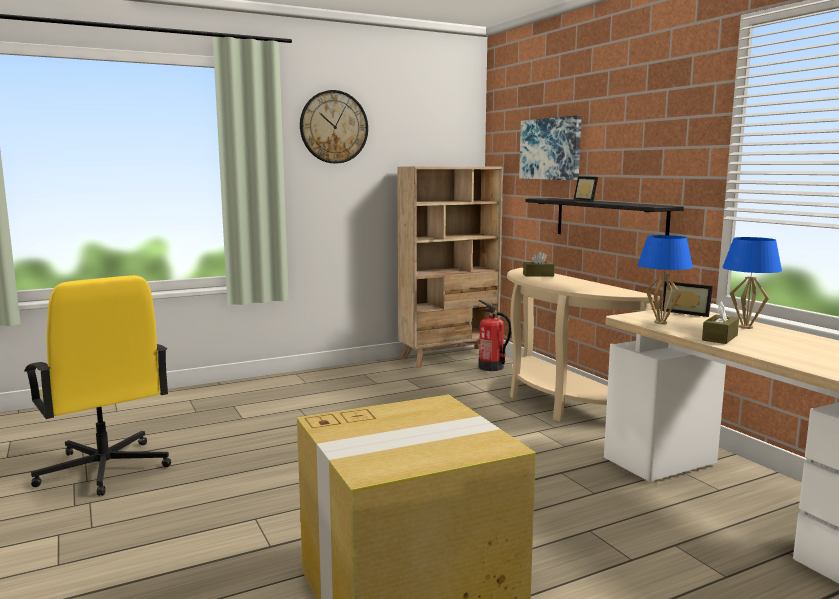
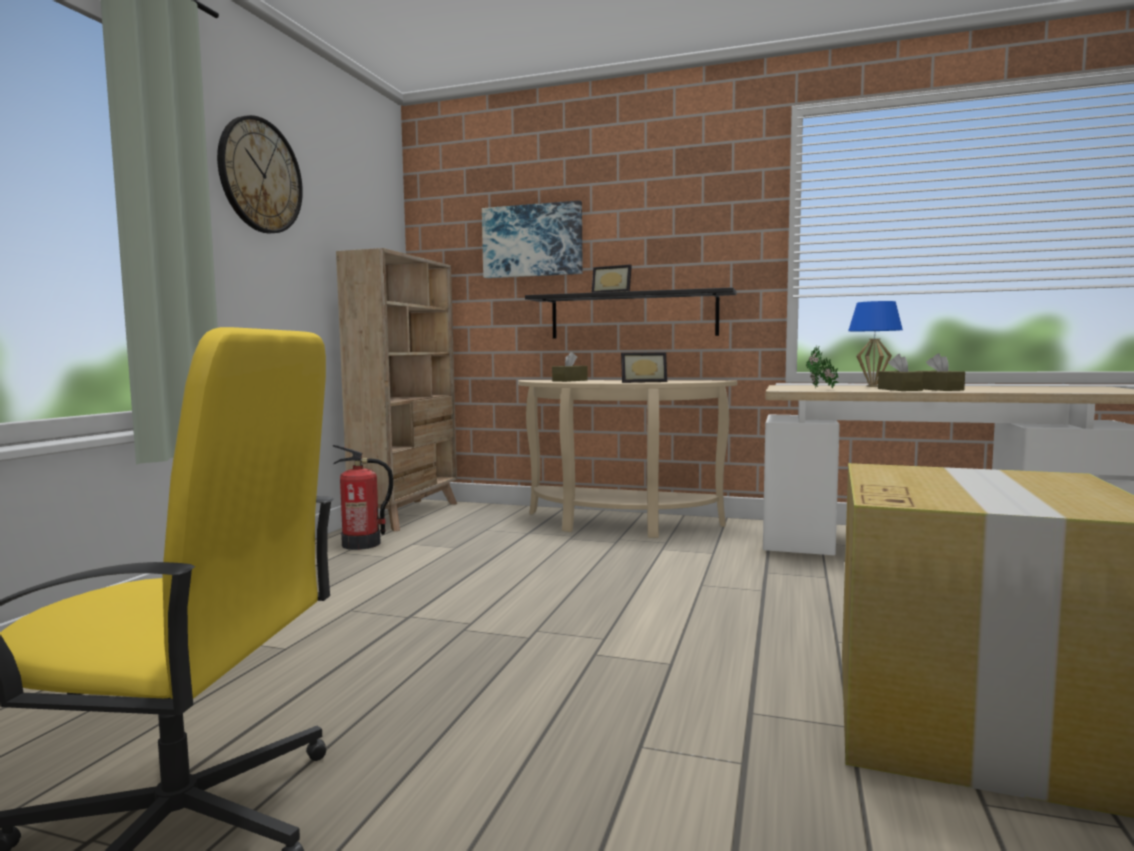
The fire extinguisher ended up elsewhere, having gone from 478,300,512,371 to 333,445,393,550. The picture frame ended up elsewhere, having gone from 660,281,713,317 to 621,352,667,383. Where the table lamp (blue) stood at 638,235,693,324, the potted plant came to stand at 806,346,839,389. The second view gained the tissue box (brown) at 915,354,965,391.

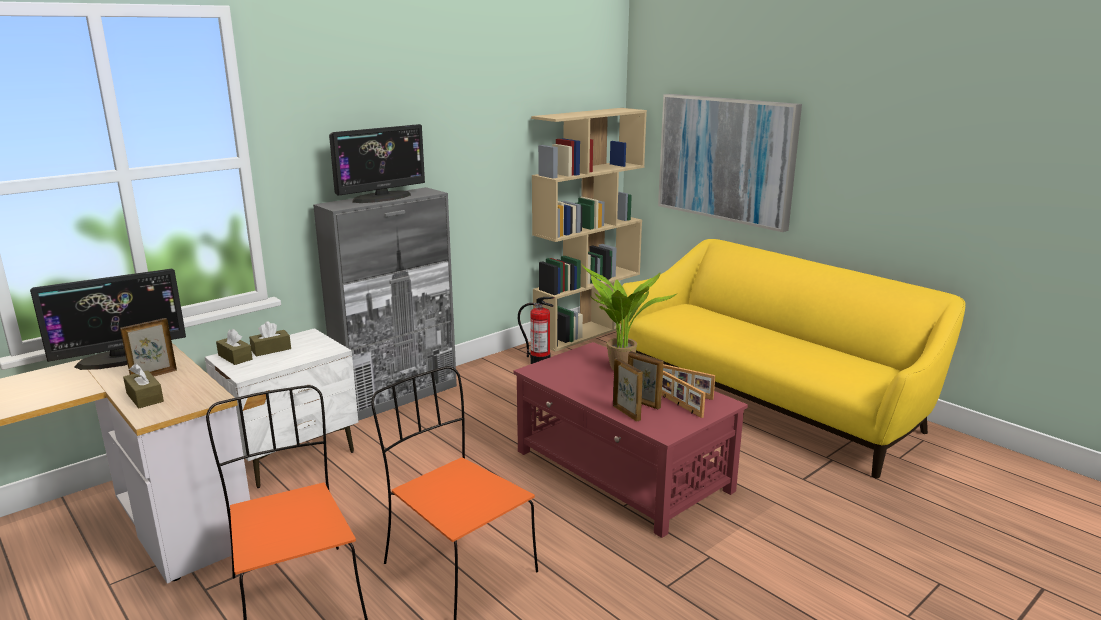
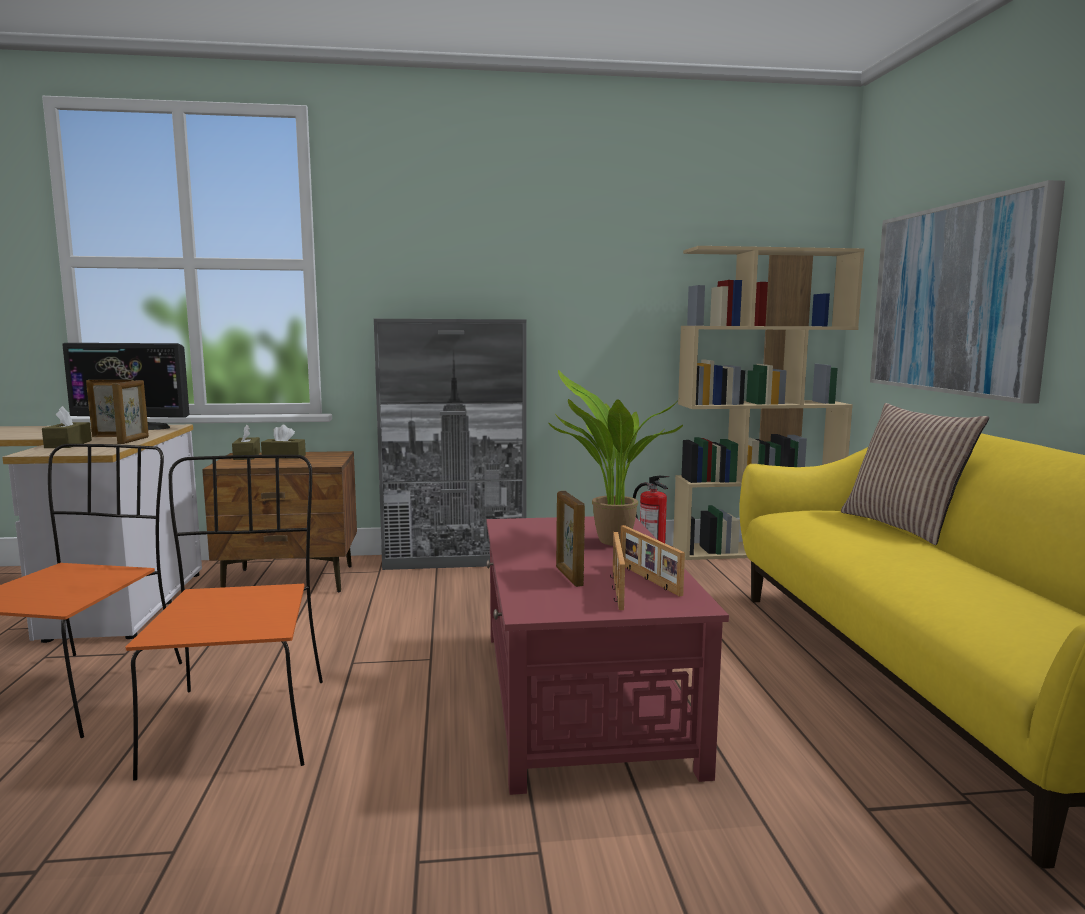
The picture frame ended up elsewhere, having gone from 613,358,643,421 to 112,380,149,444. What was the nightstand (white) at 205,328,358,488 turned into the nightstand (brown) at 202,451,357,592. The second view gained the pillow at 841,403,989,545. The second view lost the monitor at 329,124,425,203.

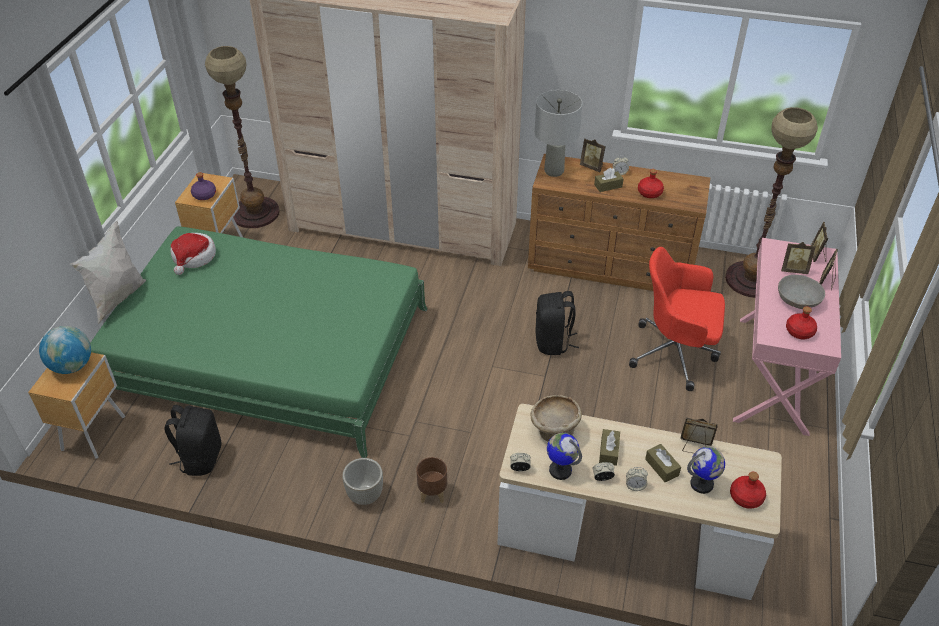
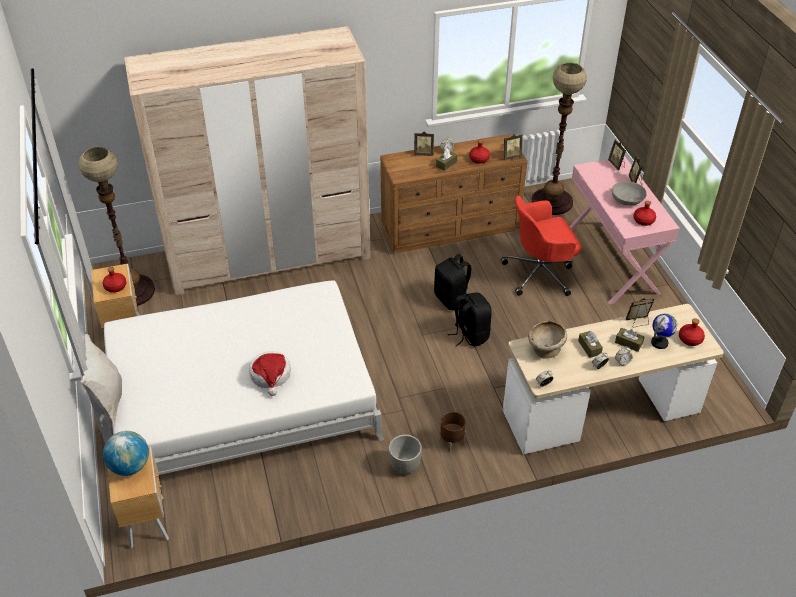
What was the bottle (purple) at 191,172,216,200 turned into the bottle (red) at 103,267,126,293. What was the bed (green) at 90,226,428,458 turned into the bed (white) at 104,280,384,475. The hat ended up elsewhere, having gone from 170,233,216,275 to 249,351,291,396. The backpack (black) ended up elsewhere, having gone from 165,405,221,476 to 448,292,492,347. The picture frame ended up elsewhere, having gone from 781,242,816,274 to 503,134,522,160. The second view lost the table lamp (grey) at 535,90,582,177. The second view lost the globe at 547,433,582,480.

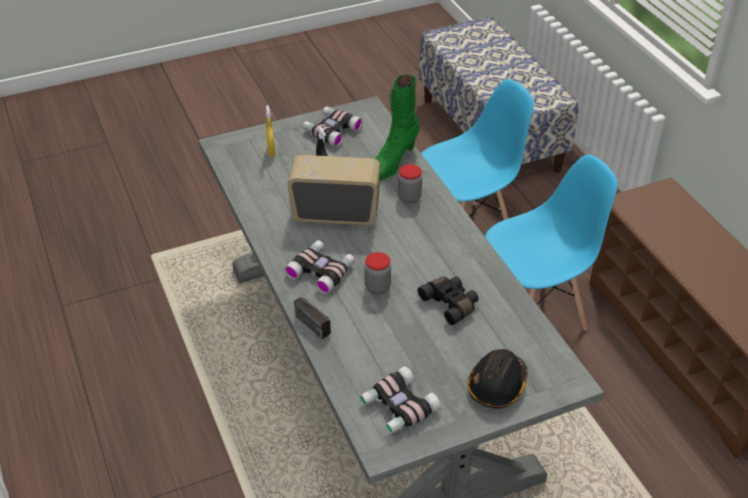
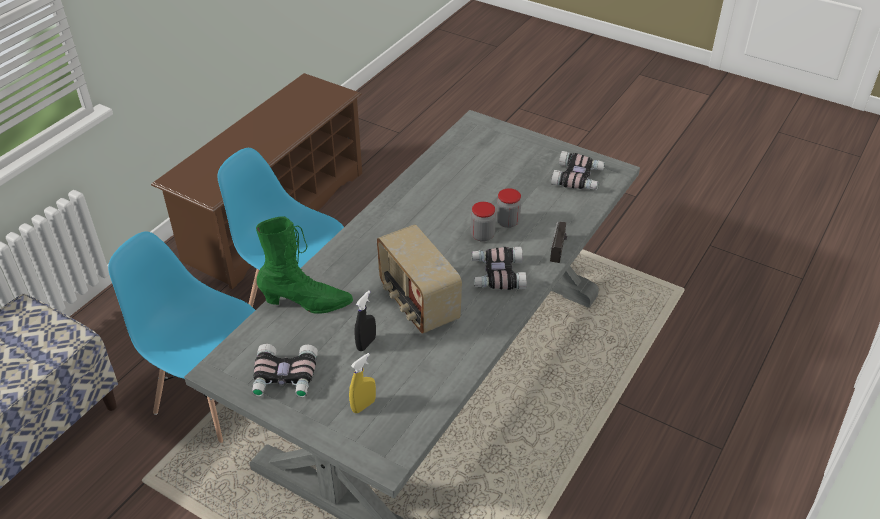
The jar ended up elsewhere, having gone from 398,164,422,203 to 496,188,521,228. The second view lost the binoculars (black) at 417,276,479,325. The second view lost the hard hat (black) at 467,349,528,408.

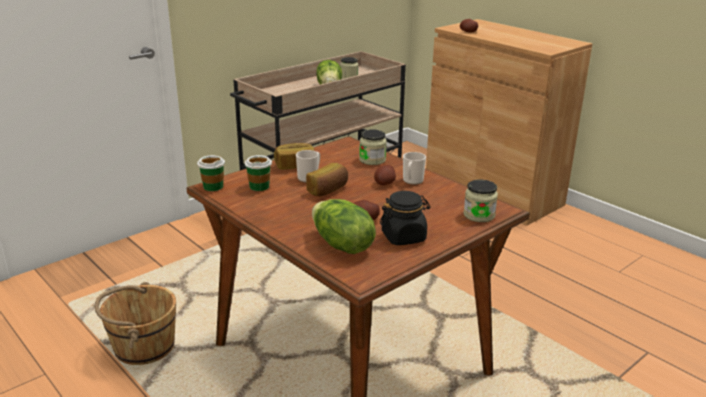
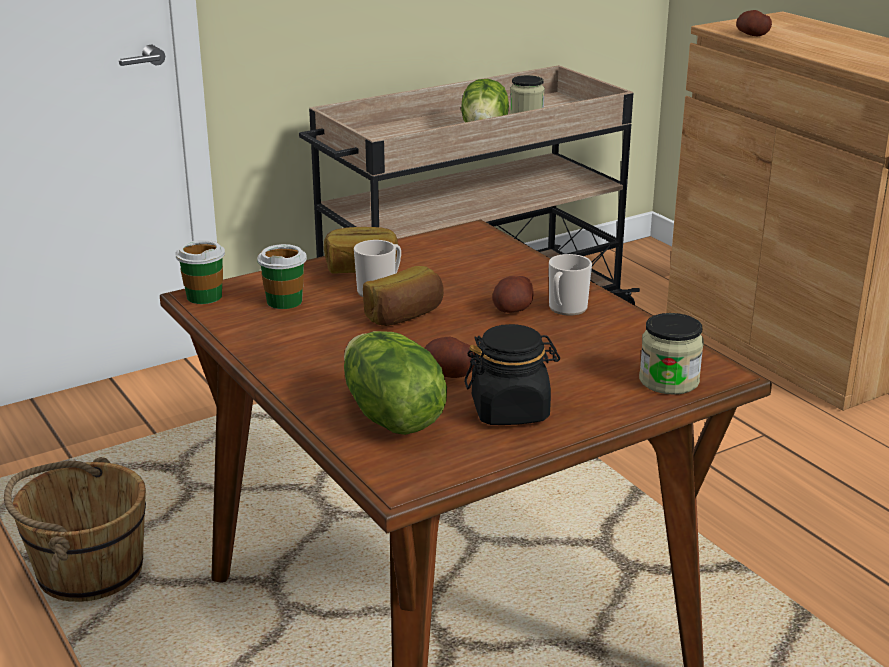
The second view lost the jar at 359,129,387,165.

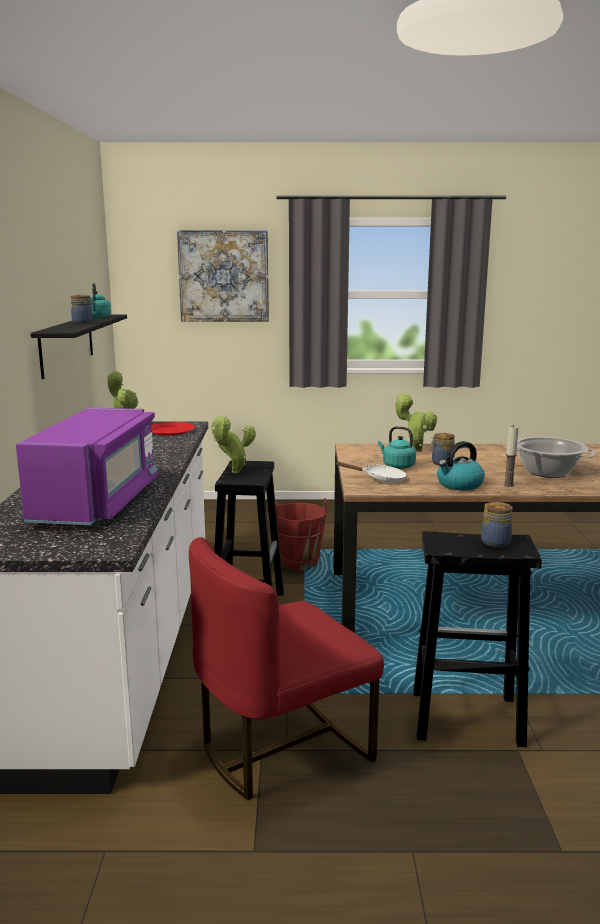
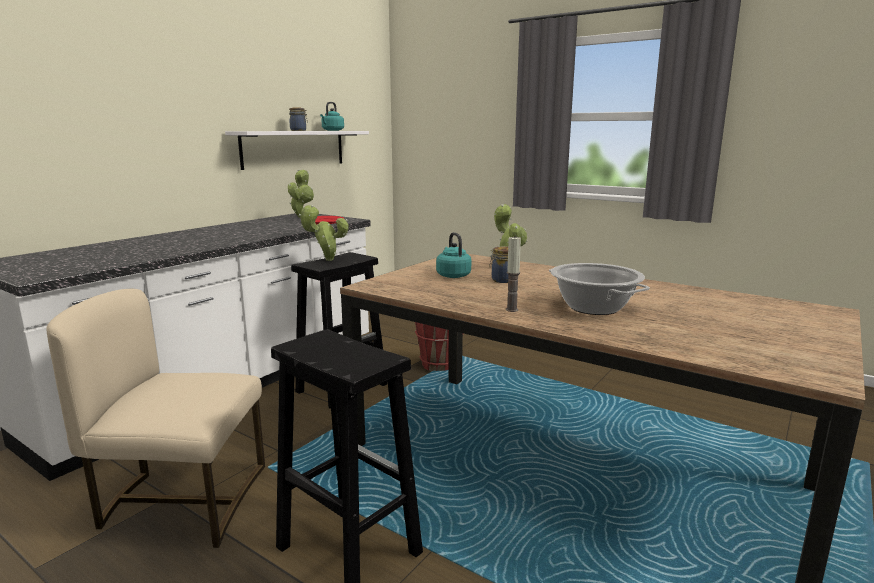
What was the chair (red) at 189,537,384,801 turned into the chair (beige) at 46,289,265,548. What was the shelf (black) at 31,314,127,379 turned into the shelf (white) at 225,131,369,170. The second view lost the microwave (purple) at 16,408,158,525. The second view lost the picture at 177,230,269,322. The second view lost the frying pan (white) at 335,462,407,483. The second view lost the kettle at 437,441,485,490. The second view lost the jar at 481,502,513,547.

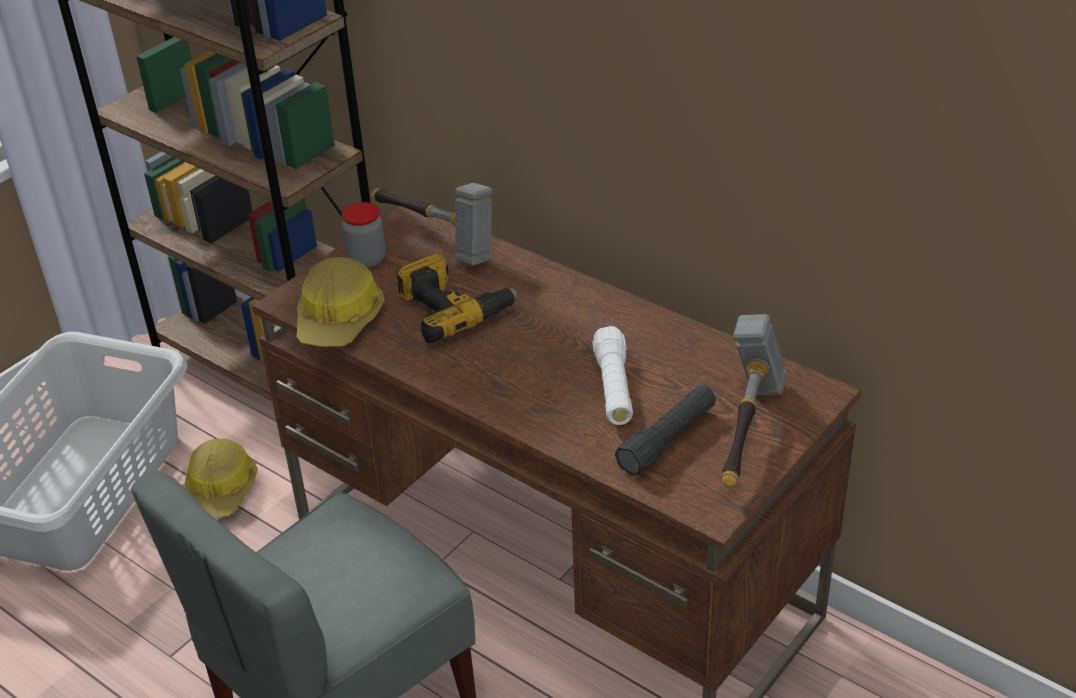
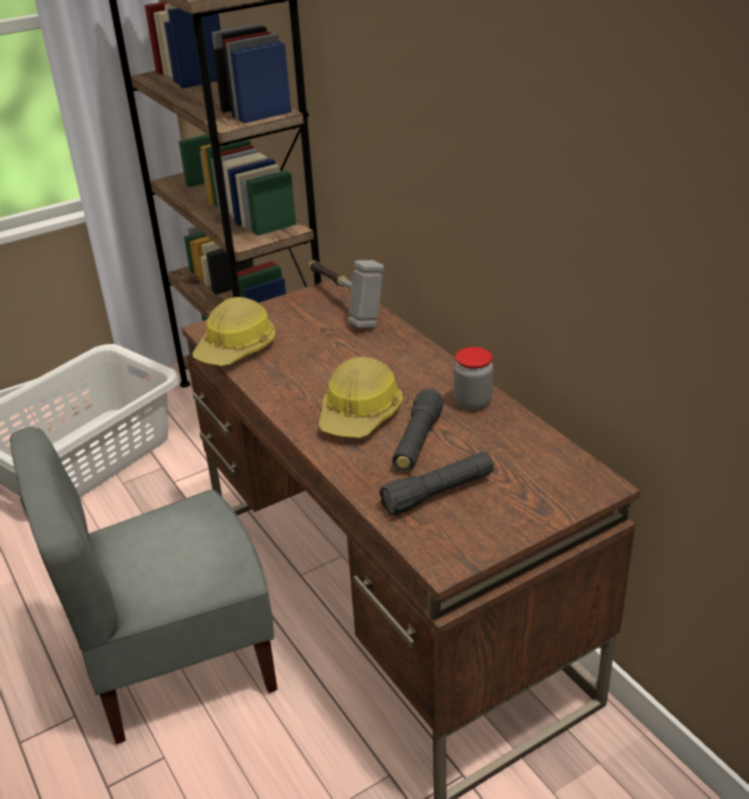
The hard hat ended up elsewhere, having gone from 185,439,258,518 to 319,357,403,438. What was the flashlight (white) at 592,326,633,425 turned into the flashlight (black) at 392,389,444,471. The jar ended up elsewhere, having gone from 342,202,386,268 to 454,347,493,410. The second view lost the power drill at 396,253,519,343. The second view lost the hammer at 722,314,787,486.

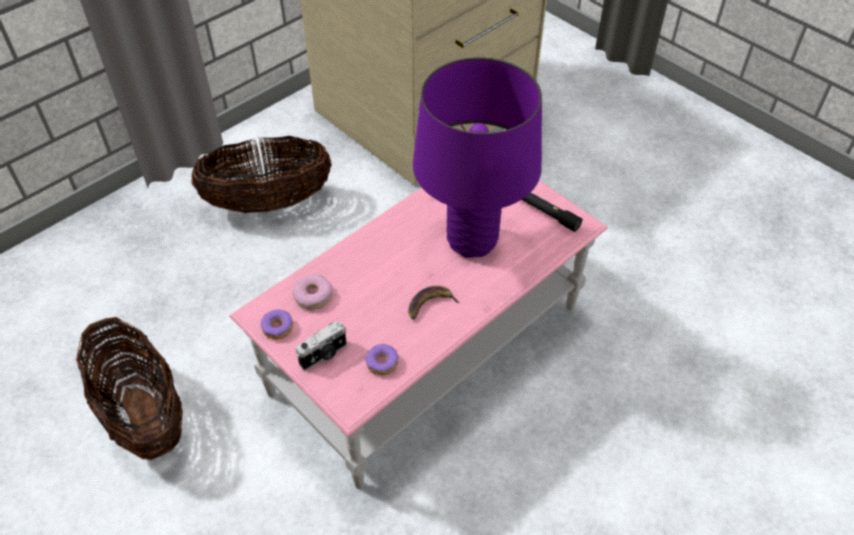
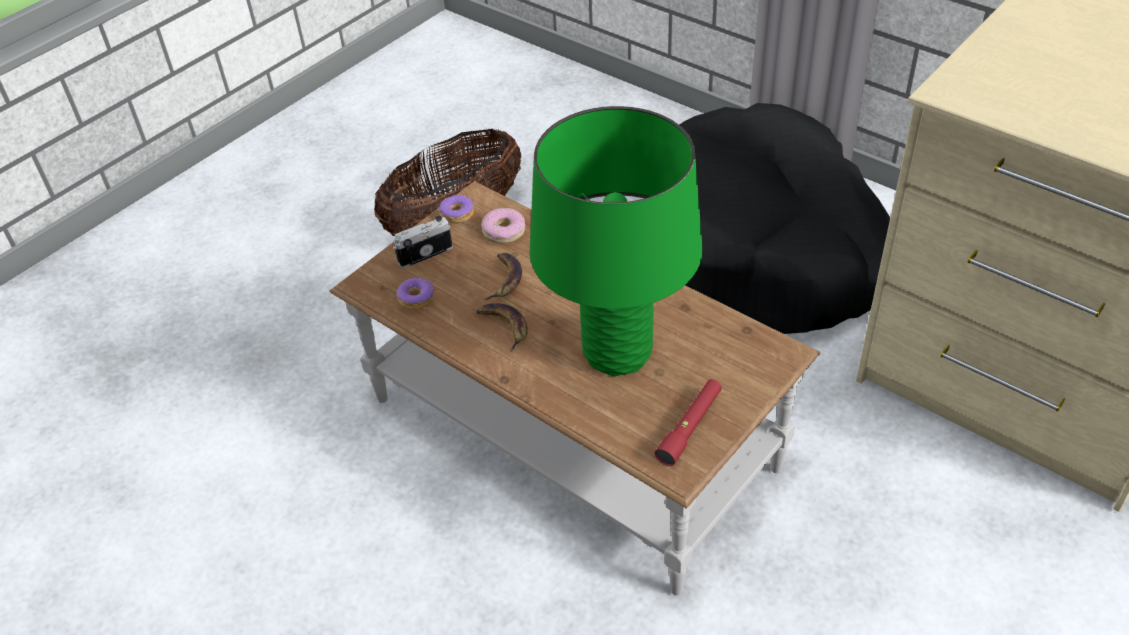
What was the coffee table (pink) at 229,180,608,489 turned into the coffee table (brown) at 329,181,820,596. The photo camera at 296,321,347,370 ended up facing another way, 105 degrees clockwise from before. The second view gained the banana at 484,253,522,300. What was the table lamp (purple) at 413,57,542,258 turned into the table lamp (green) at 530,106,703,376. What was the flashlight (black) at 522,193,582,232 turned into the flashlight (red) at 655,379,722,466. Where the basket stood at 191,136,332,213, the dog bed (black) came to stand at 679,103,890,334.

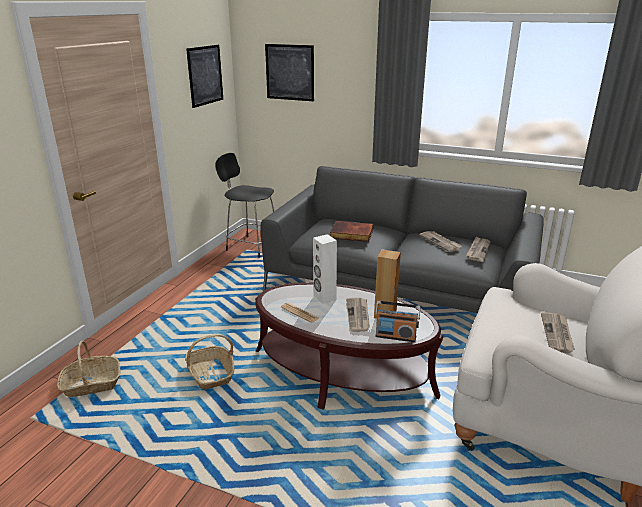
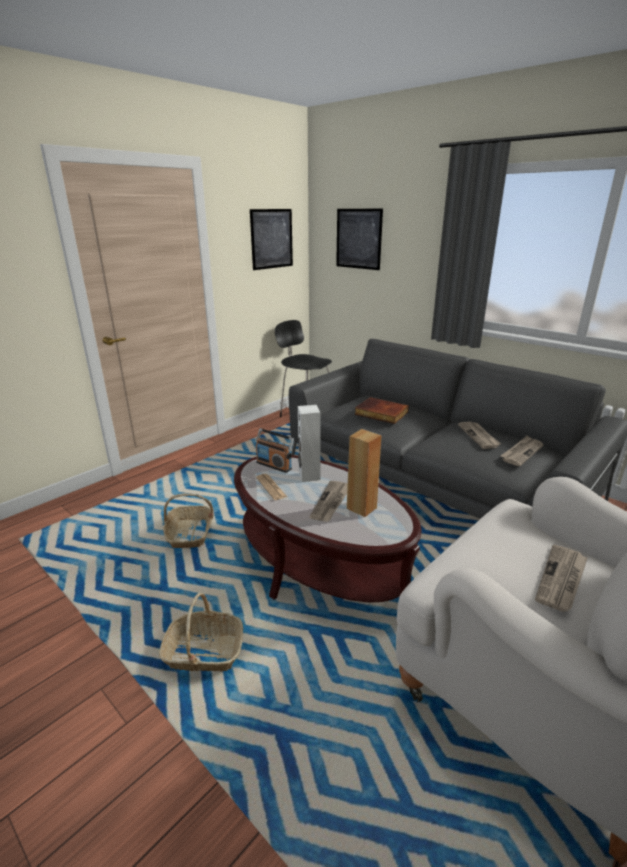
The basket ended up elsewhere, having gone from 57,340,120,397 to 159,593,243,671. The radio ended up elsewhere, having gone from 375,301,421,342 to 256,428,294,473.

